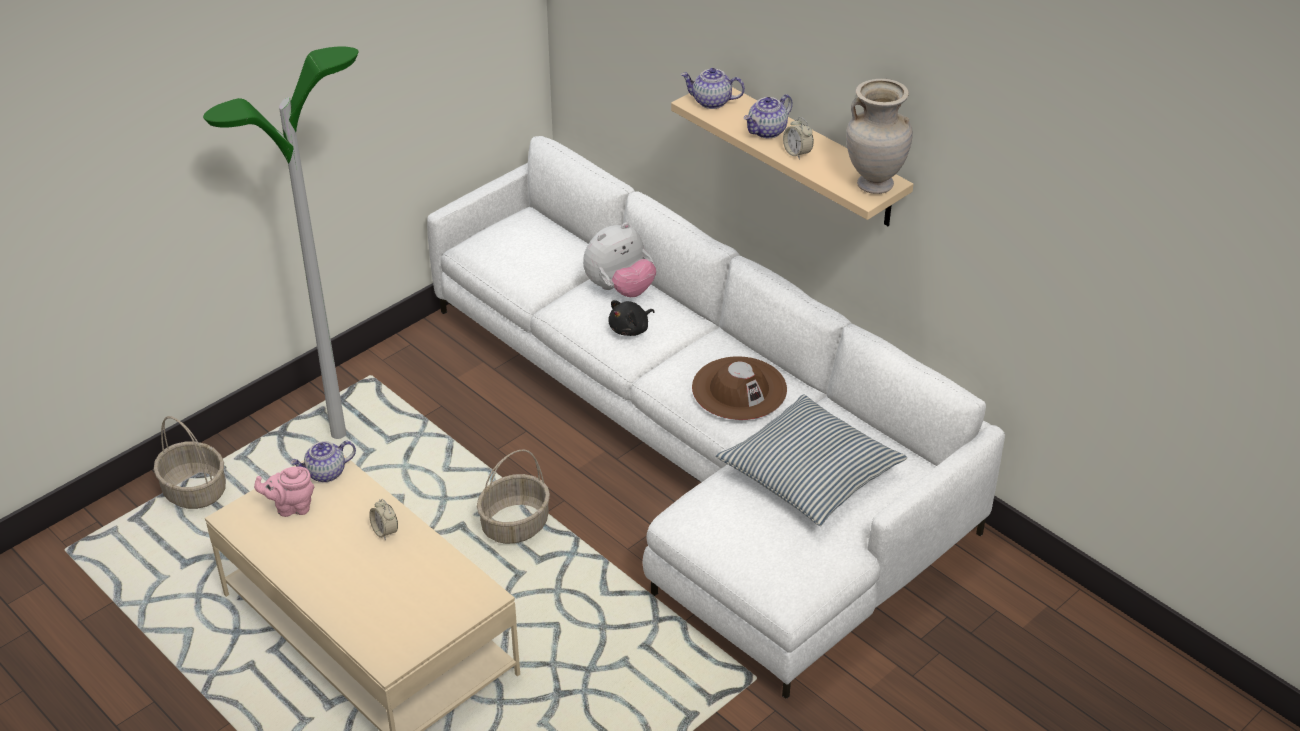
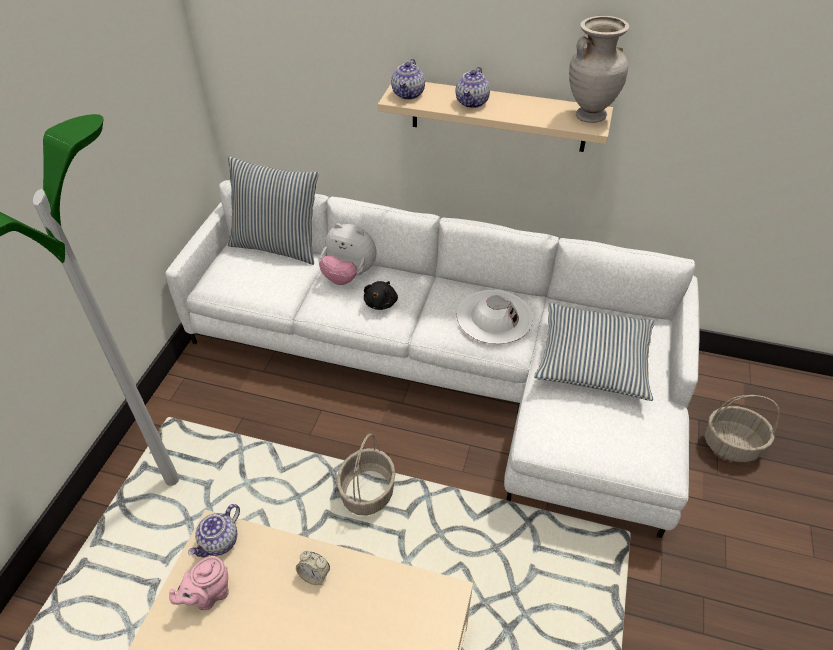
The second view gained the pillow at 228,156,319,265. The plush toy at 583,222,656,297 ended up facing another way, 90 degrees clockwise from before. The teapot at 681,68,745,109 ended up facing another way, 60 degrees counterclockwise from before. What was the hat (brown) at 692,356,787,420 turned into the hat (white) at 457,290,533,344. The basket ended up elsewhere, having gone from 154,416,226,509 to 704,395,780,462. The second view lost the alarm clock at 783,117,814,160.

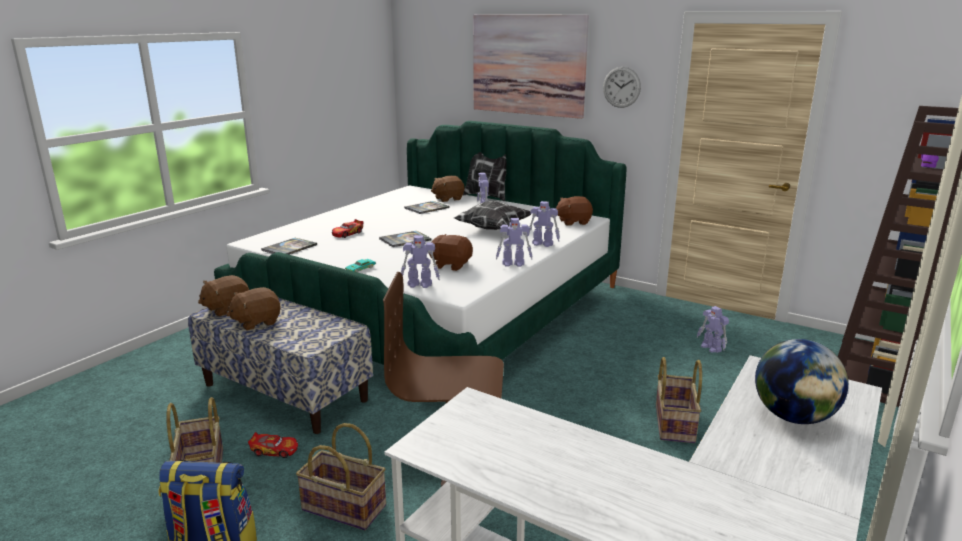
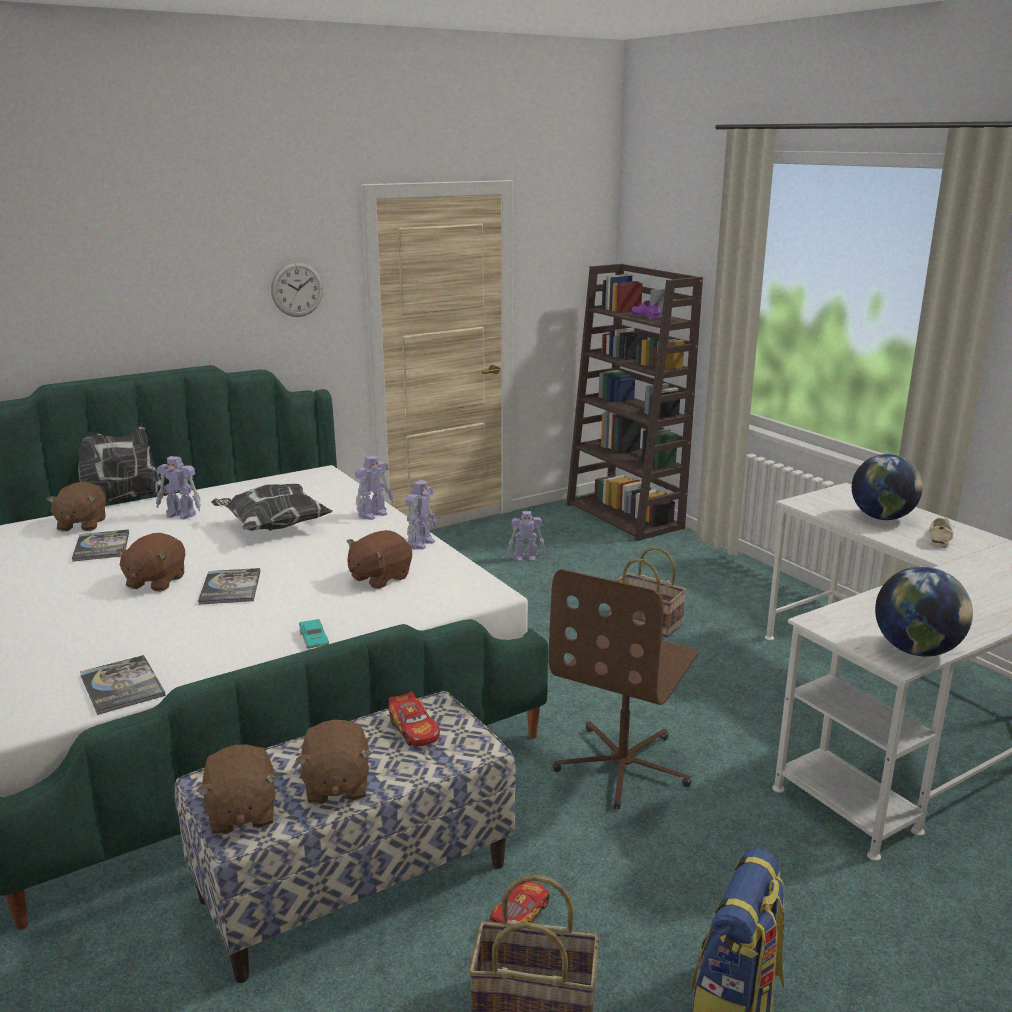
The plush toy (brown) ended up elsewhere, having gone from 556,196,593,226 to 116,533,185,592. The toy car ended up elsewhere, having gone from 332,219,364,238 to 388,691,440,747. The second view gained the globe at 875,566,973,657. The second view gained the shoe (beige) at 930,518,953,548. The second view lost the basket at 296,423,386,530. The second view lost the toy robot at 401,235,440,288. The second view lost the picture at 473,14,589,119.

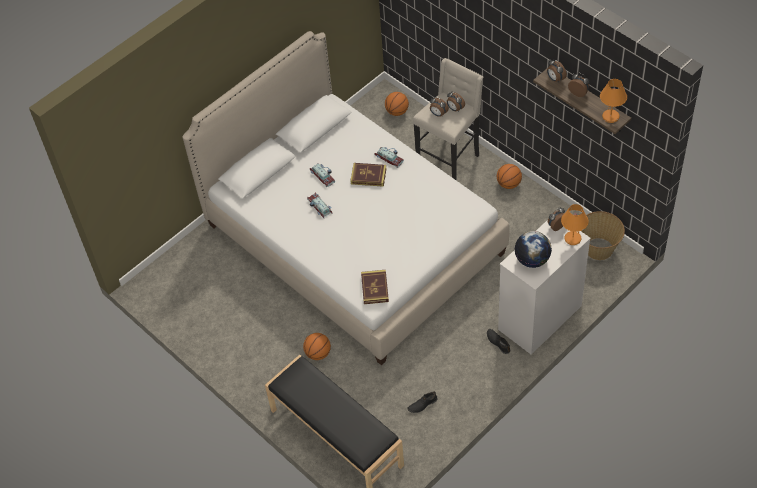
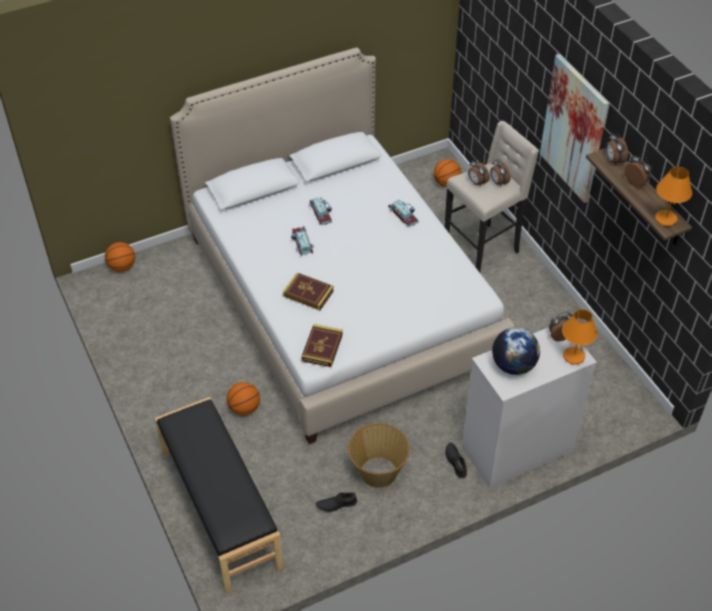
The basketball ended up elsewhere, having gone from 497,164,522,189 to 105,242,135,272. The book ended up elsewhere, having gone from 350,163,387,187 to 283,273,334,311. The basket ended up elsewhere, having gone from 581,211,625,260 to 348,423,410,488. The second view gained the picture at 540,54,609,203.

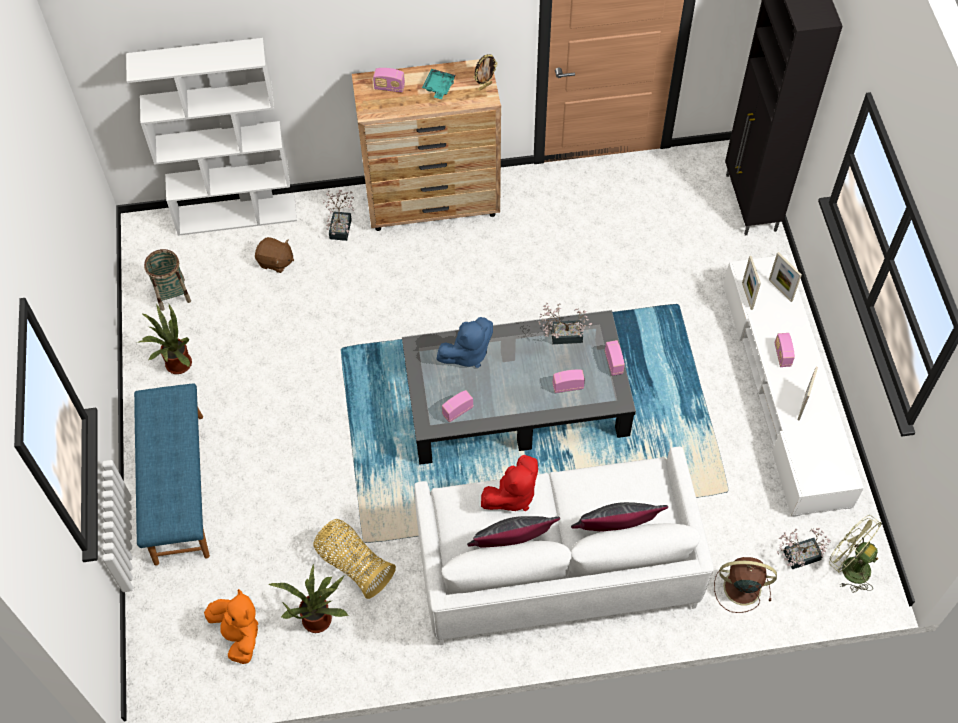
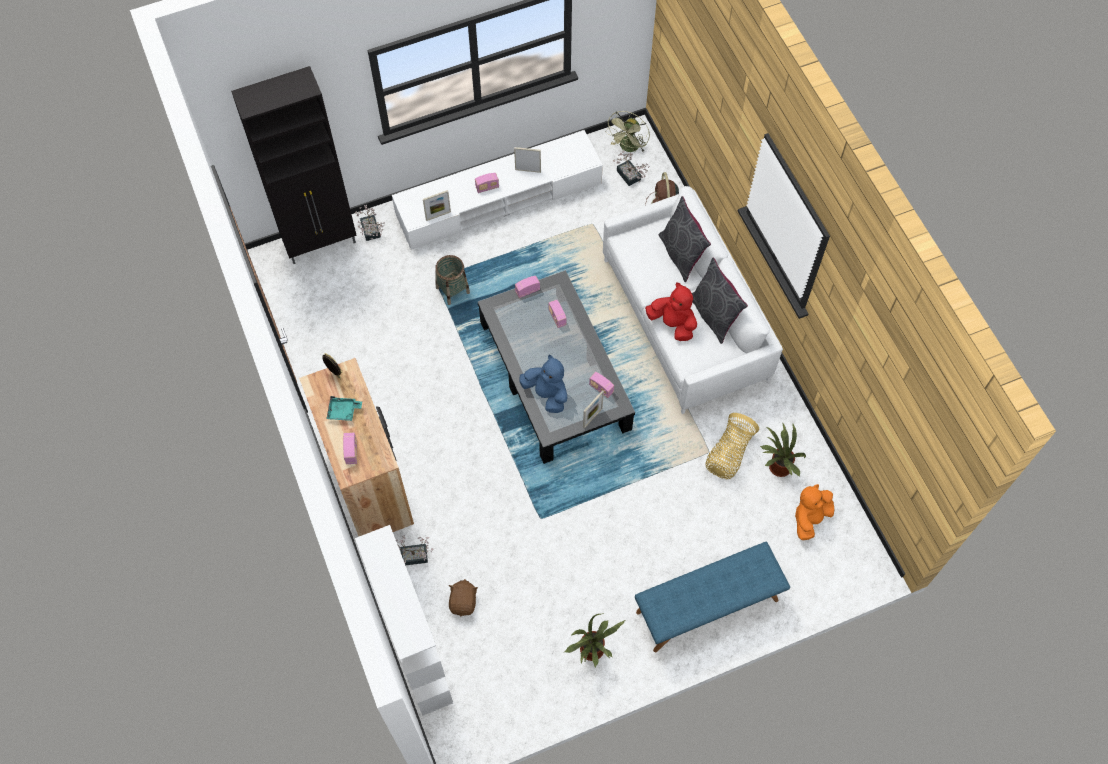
The potted plant ended up elsewhere, having gone from 538,303,592,344 to 355,204,385,241. The basket ended up elsewhere, having gone from 144,249,191,311 to 435,255,470,305. The picture frame ended up elsewhere, having gone from 769,252,802,302 to 583,390,604,428.

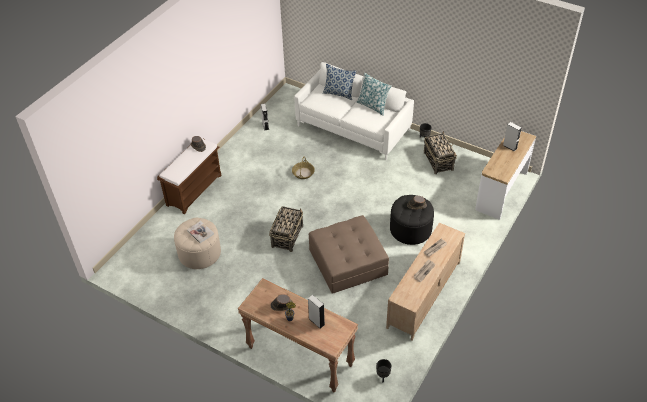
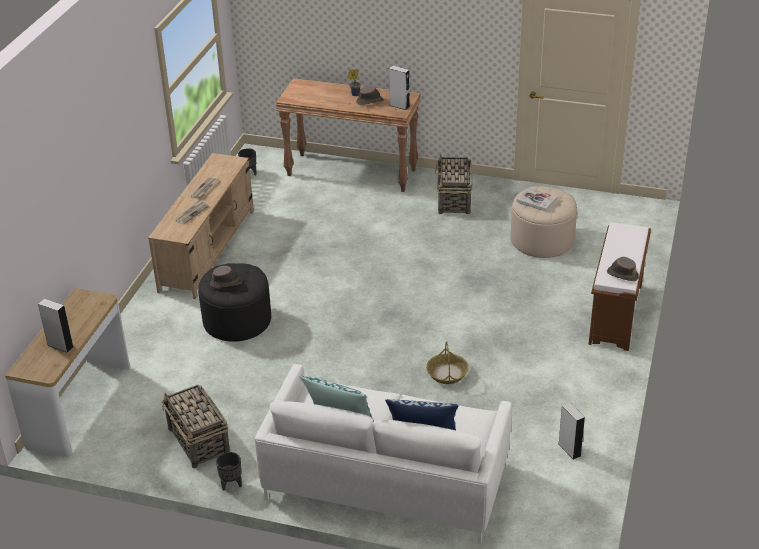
The speaker (grey) ended up elsewhere, having gone from 308,295,325,329 to 389,65,410,110. The basket ended up elsewhere, having gone from 269,206,303,252 to 434,155,472,214. The second view lost the ottoman (brown) at 309,215,389,294.

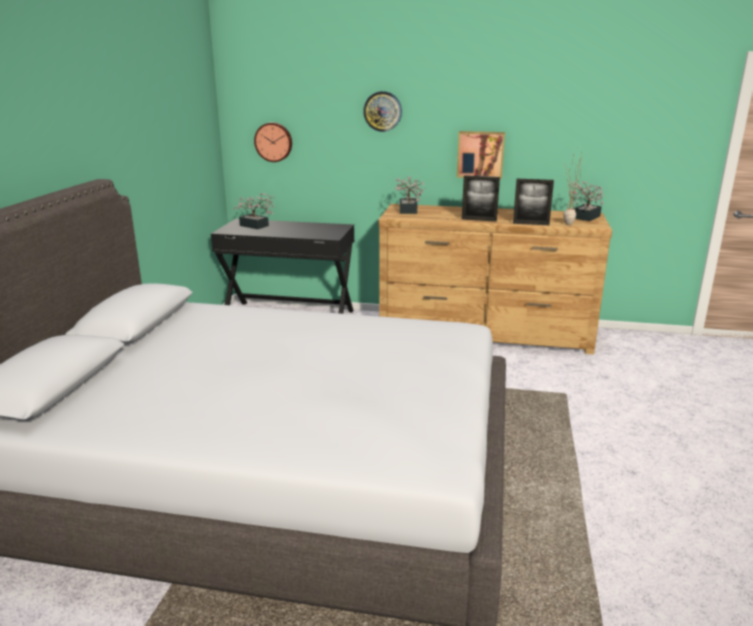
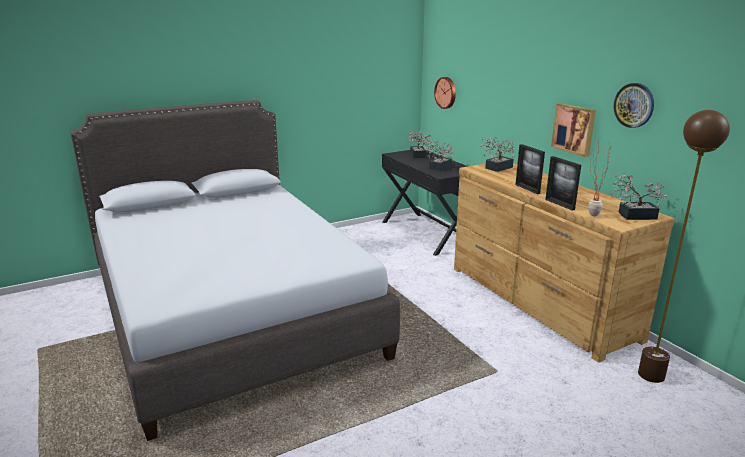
The second view gained the potted plant at 424,141,453,171. The wall clock ended up elsewhere, having gone from 363,91,402,132 to 614,83,654,128. The second view gained the floor lamp (brown) at 638,110,730,383.

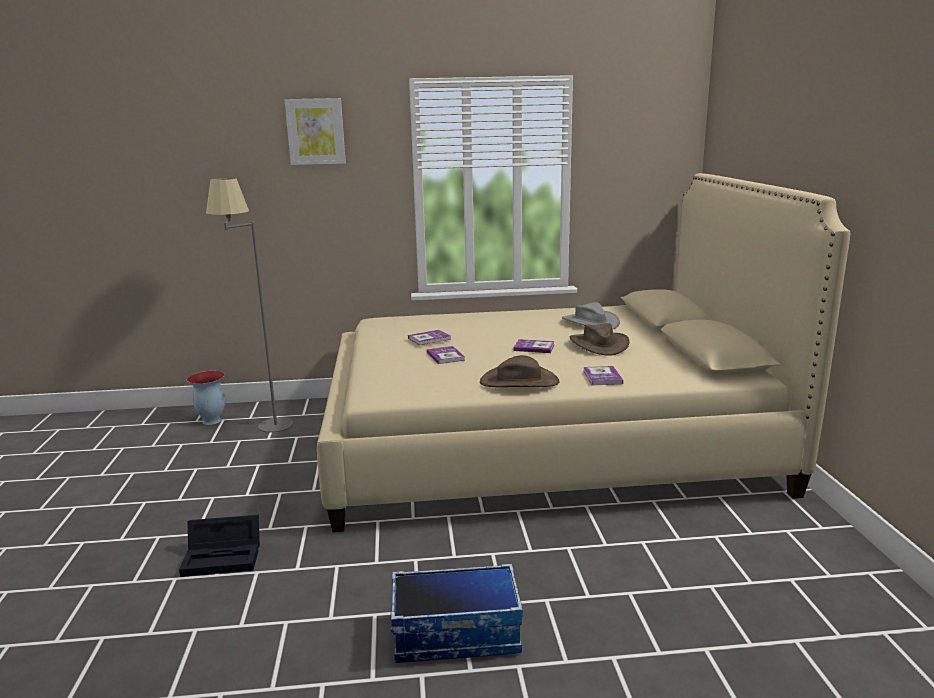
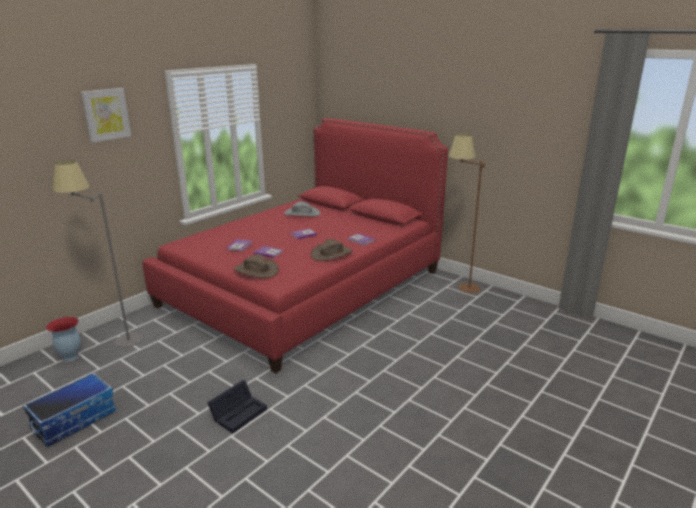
The storage box ended up elsewhere, having gone from 390,564,523,663 to 23,372,116,447. What was the bed (beige) at 317,173,850,532 turned into the bed (red) at 142,118,448,373. The hat (brown) ended up elsewhere, having gone from 570,323,630,356 to 234,254,279,278. The second view gained the floor lamp (brown) at 449,133,485,293.

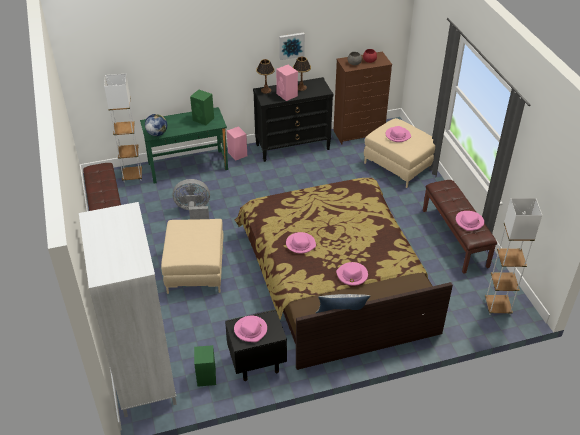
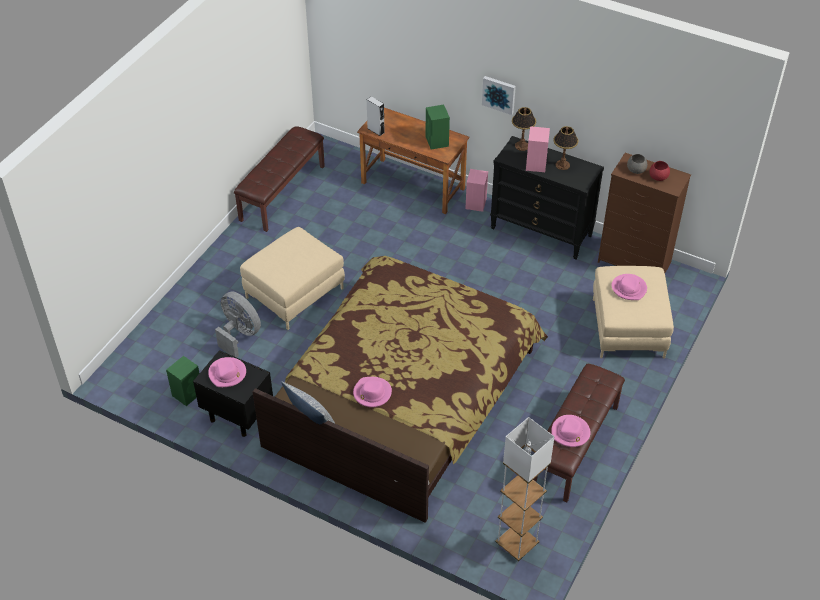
The fan (grey) ended up elsewhere, having gone from 173,179,210,220 to 215,291,261,358. What was the desk (green) at 140,107,228,184 turned into the desk (brown) at 357,108,469,214. Where the globe stood at 145,114,167,136, the speaker (grey) came to stand at 367,96,385,136. The picture ended up elsewhere, having gone from 279,33,305,60 to 482,76,516,115. The second view lost the wardrobe (white) at 79,202,177,417. The second view lost the floor lamp (white) at 104,74,142,182. The second view lost the hat (pink) at 286,232,316,254.

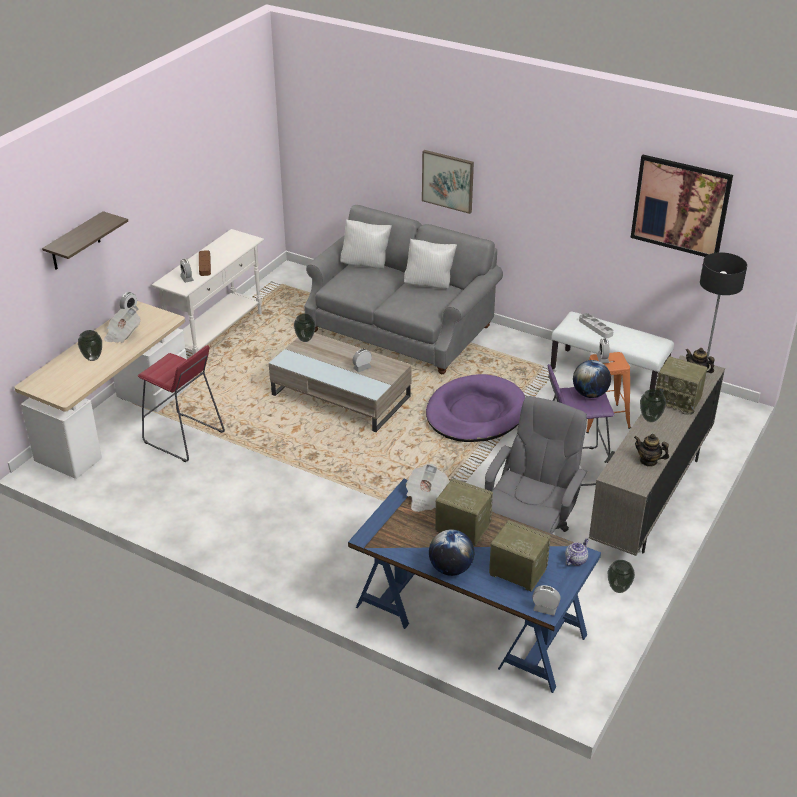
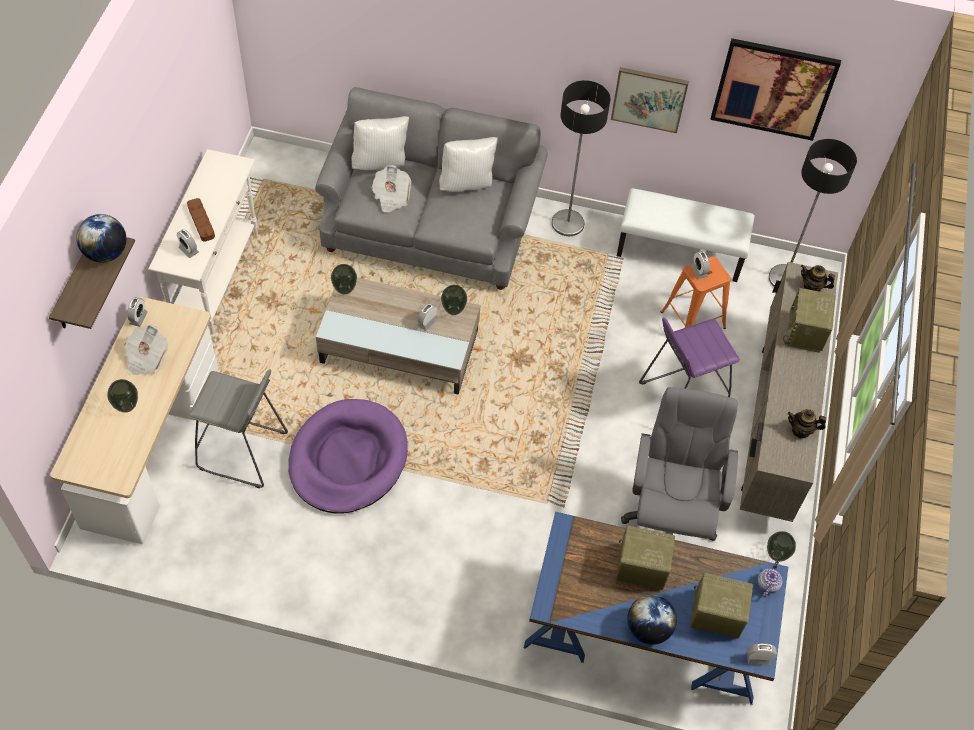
The globe ended up elsewhere, having gone from 573,360,611,398 to 76,214,126,263. What was the stool (red) at 138,345,225,462 turned into the stool (grey) at 188,369,288,489. The dog bed (purple) ended up elsewhere, having gone from 426,374,525,442 to 289,399,408,514. The newspaper ended up elsewhere, having gone from 406,464,449,512 to 372,165,411,213. The vase ended up elsewhere, having gone from 640,389,666,422 to 441,285,467,315. The second view gained the floor lamp at 552,80,610,236. The picture ended up elsewhere, having gone from 422,150,474,214 to 611,67,689,133. The radio at 656,356,707,415 ended up facing another way, 90 degrees clockwise from before. The second view lost the tray (grey) at 579,313,614,338.

